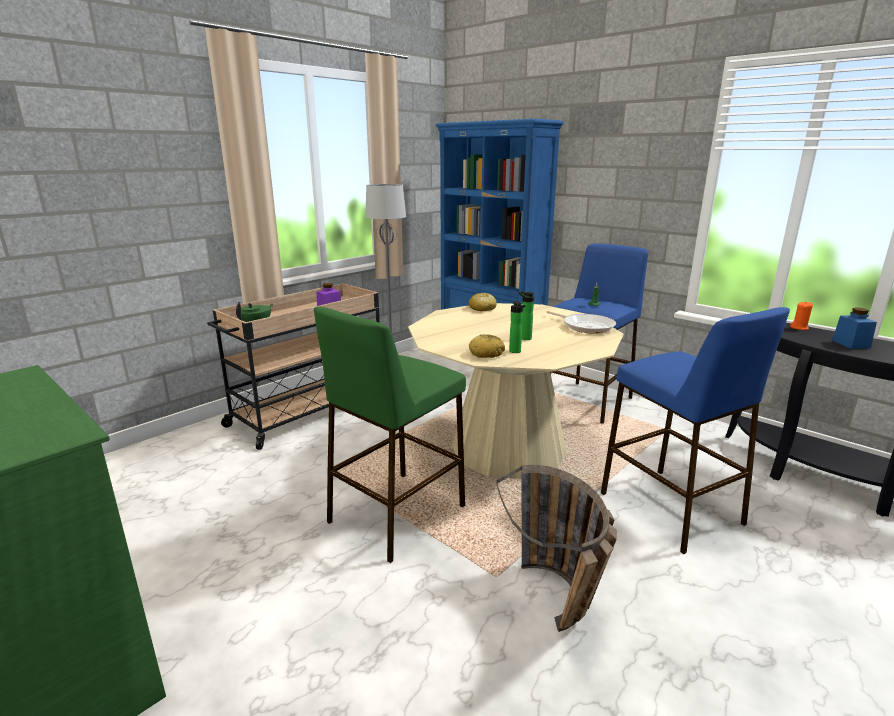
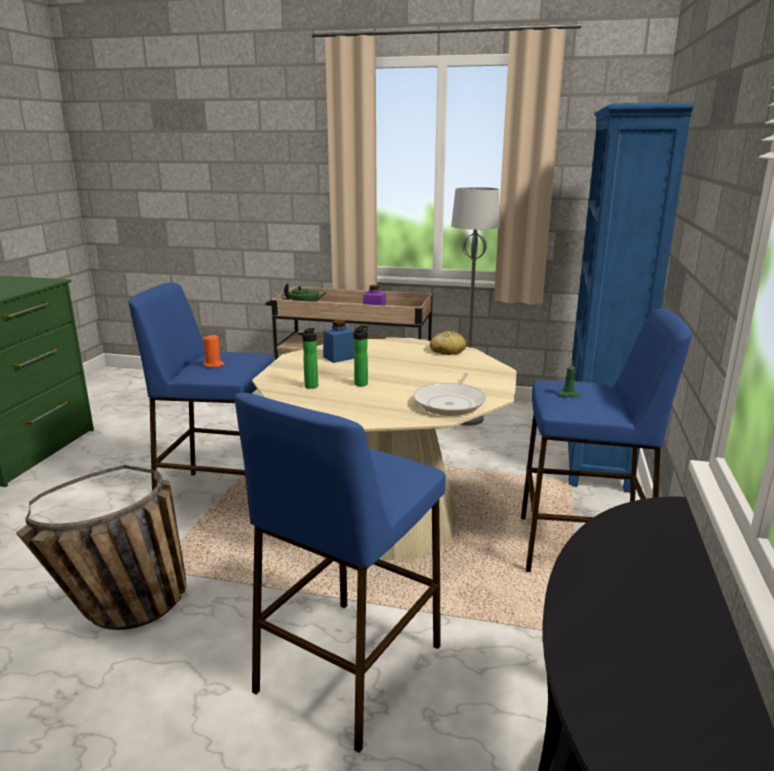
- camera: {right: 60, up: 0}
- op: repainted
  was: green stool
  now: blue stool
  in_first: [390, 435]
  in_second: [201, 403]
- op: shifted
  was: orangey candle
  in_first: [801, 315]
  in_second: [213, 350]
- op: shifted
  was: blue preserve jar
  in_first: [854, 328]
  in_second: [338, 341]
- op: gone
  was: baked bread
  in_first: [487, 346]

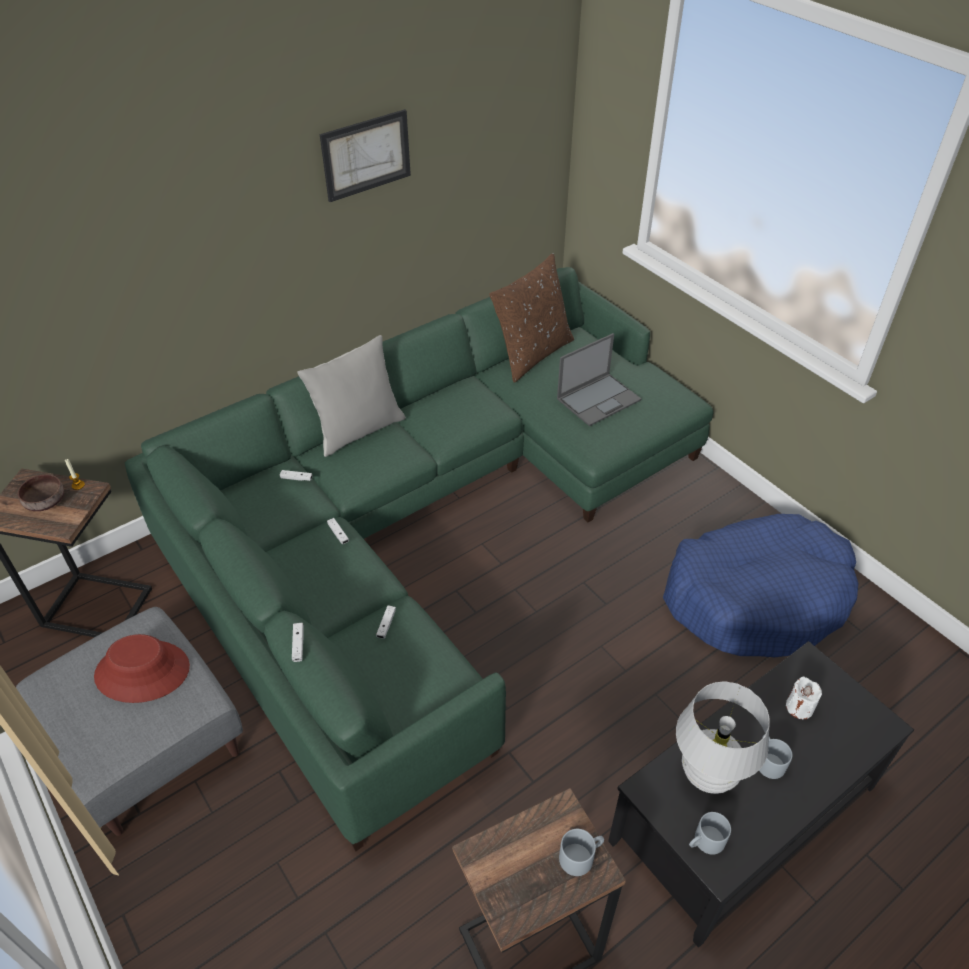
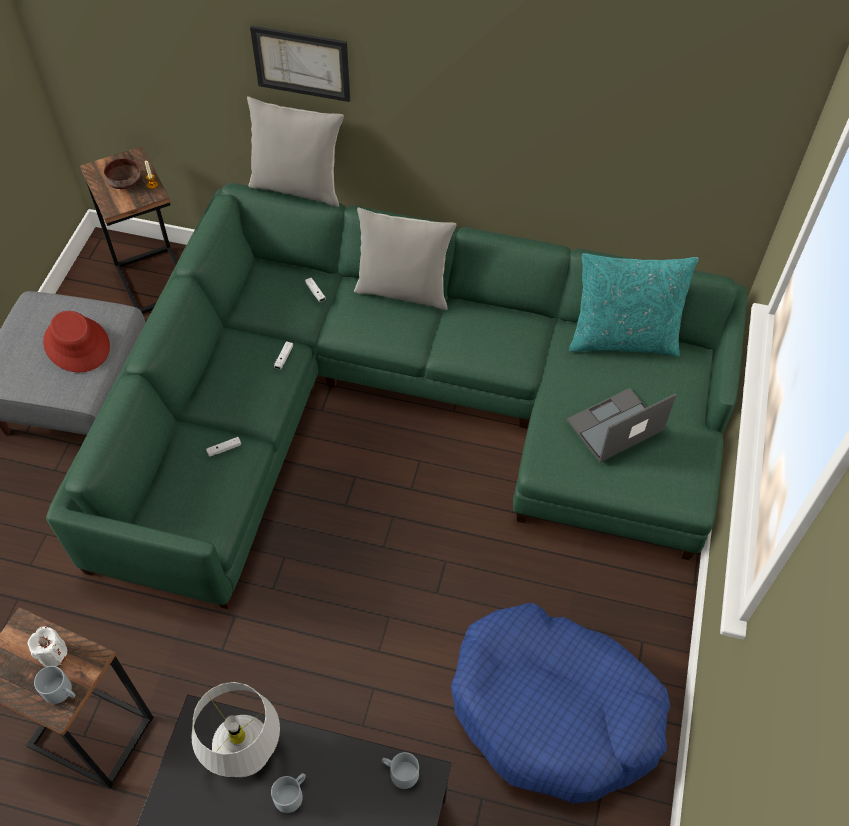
- camera: {right: 50, up: 10}
- op: shifted
  was: white candle
  in_first: [804, 698]
  in_second: [47, 646]
- op: new
  now: greyish cushion
  in_second: [295, 151]
- op: shifted
  was: picture
  in_first: [365, 155]
  in_second: [300, 64]
- op: shifted
  was: greyish coffee mug
  in_first: [710, 833]
  in_second: [400, 770]
- op: rotated
  was: notebook computer
  in_first: [599, 379]
  in_second: [621, 425]
  clockwise: 135
- op: repainted
  was: brown cushion
  now: turquoise cushion
  in_first: [531, 318]
  in_second: [634, 305]
- op: gone
  was: white game controller
  in_first: [298, 642]

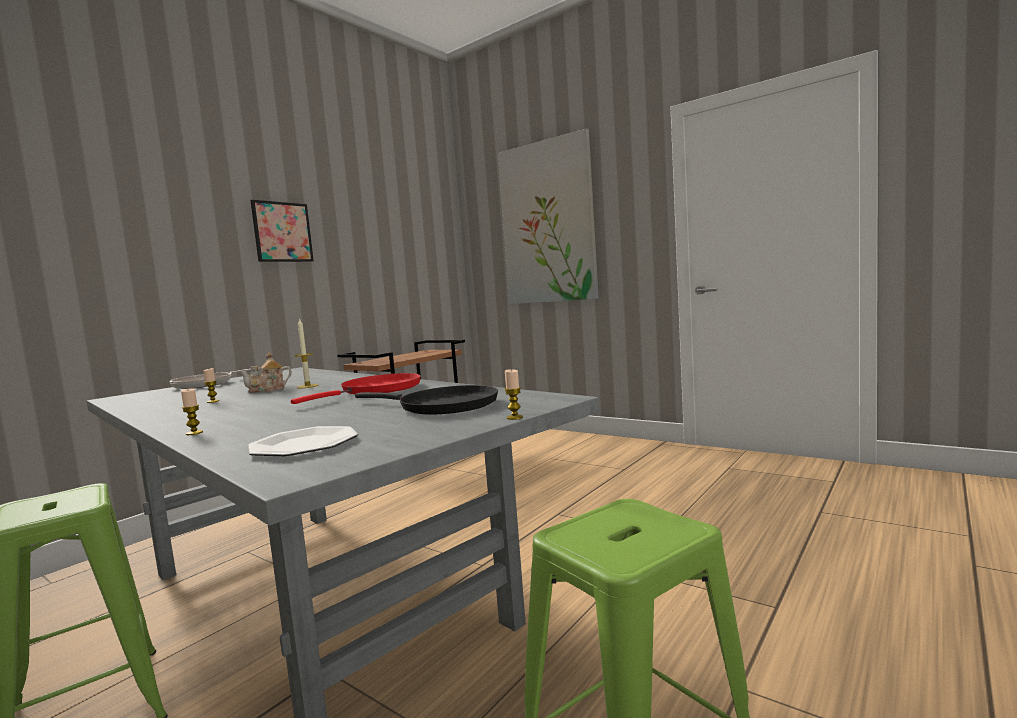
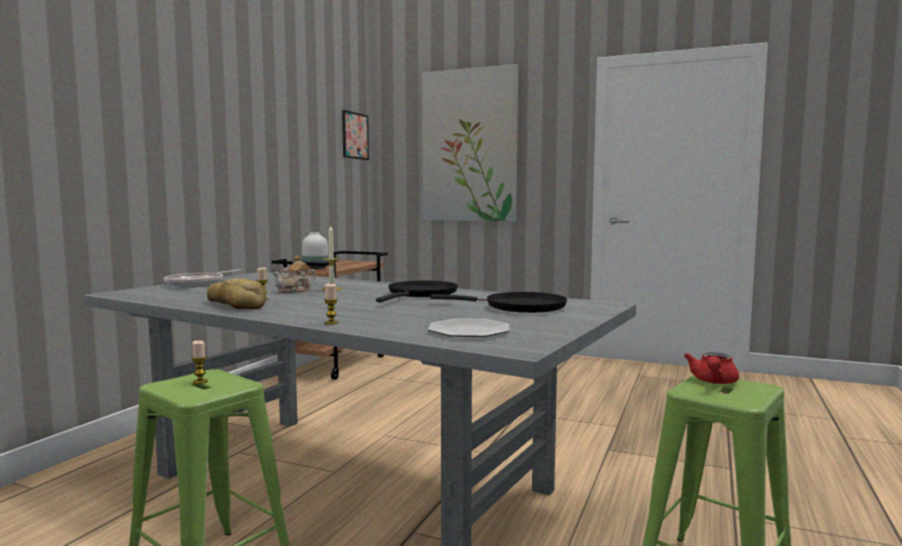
- camera: {right: -15, up: 0}
- op: shifted
  was: candle
  in_first: [514, 394]
  in_second: [199, 362]
- op: new
  now: baked bread
  in_second: [236, 293]
- op: new
  now: white vase
  in_second: [315, 250]
- op: shifted
  was: picture
  in_first: [282, 231]
  in_second: [355, 135]
- op: repainted
  was: red frying pan
  now: blackish frying pan
  in_first: [356, 388]
  in_second: [417, 291]
- op: new
  now: red pot for tea
  in_second: [711, 368]

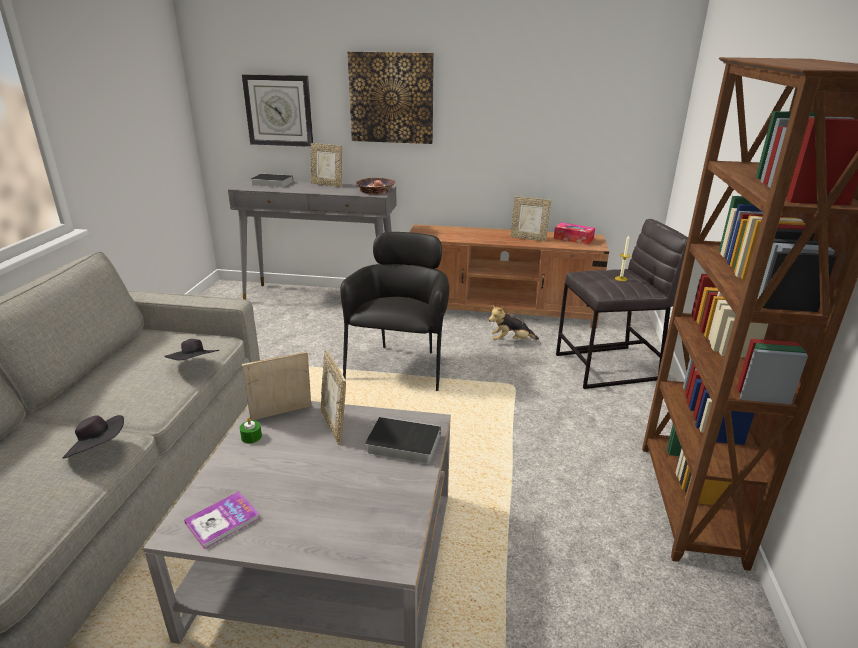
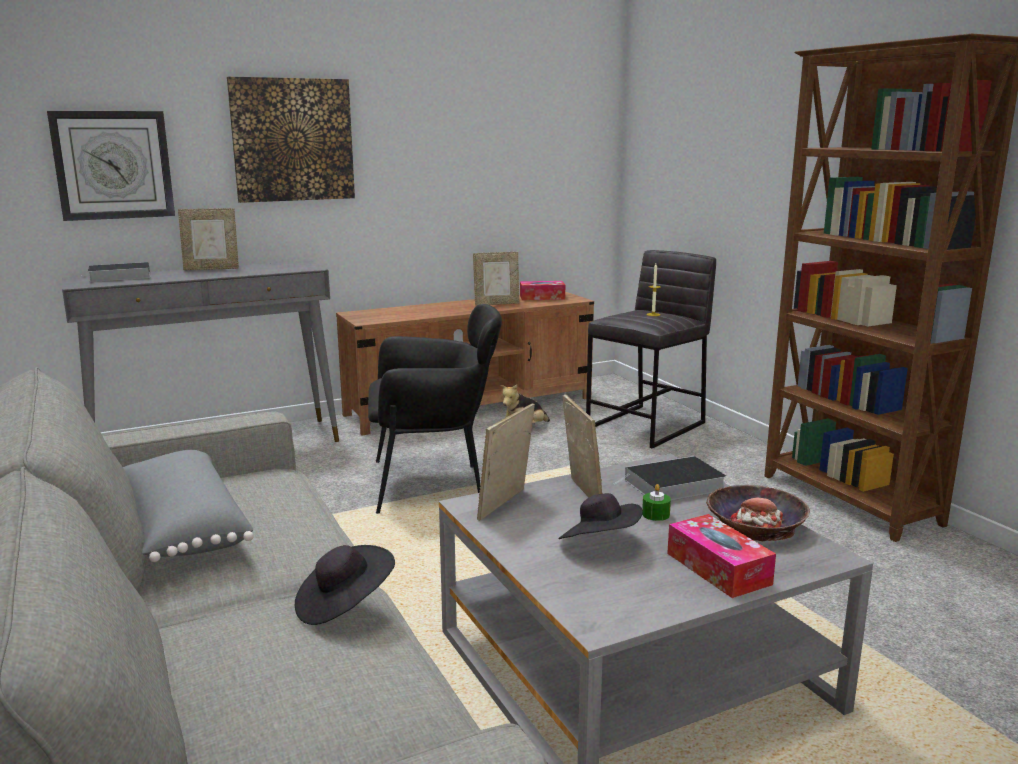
- camera: {right: -35, up: -10}
- op: new
  now: greyish cushion
  in_second: [188, 506]
- op: rotated
  was: blackish armchair
  in_first: [394, 311]
  in_second: [435, 409]
  clockwise: 105
- op: shifted
  was: blackish clothing hat
  in_first: [191, 349]
  in_second: [600, 516]
- op: rotated
  was: standing frame
  in_first: [333, 397]
  in_second: [583, 446]
  clockwise: -135
- op: shifted
  was: green candle
  in_first: [250, 430]
  in_second: [656, 502]
- op: new
  now: tissue box
  in_second: [721, 556]
- op: shifted
  was: deep dish
  in_first: [375, 186]
  in_second: [758, 513]
- op: gone
  was: volume
  in_first: [222, 520]

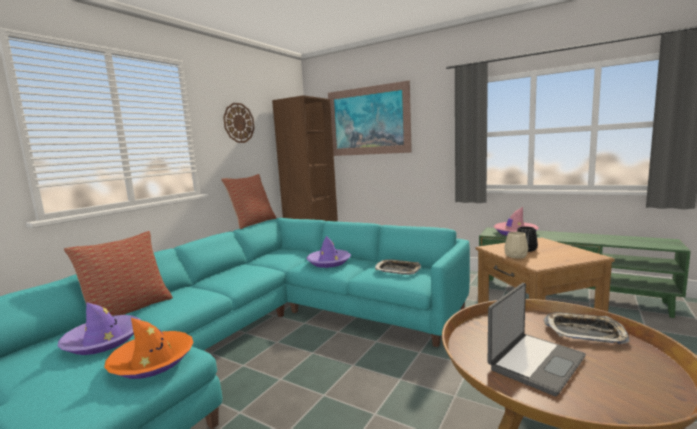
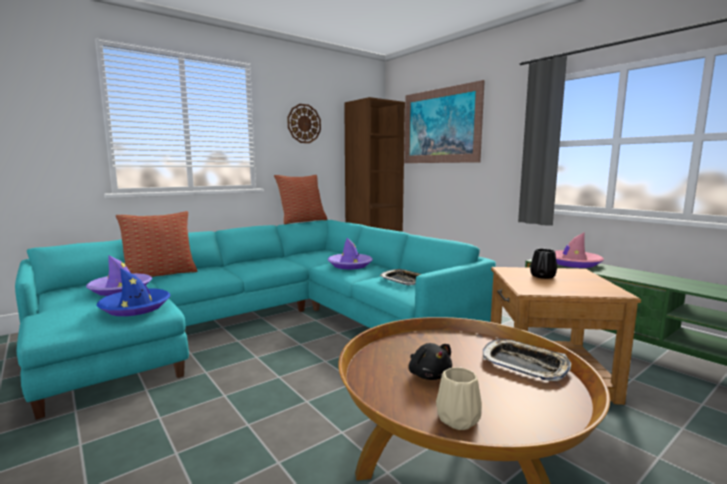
- camera: {right: 20, up: 0}
- op: repainted
  was: orangey clothing hat
  now: blue clothing hat
  in_first: [149, 348]
  in_second: [134, 292]
- op: swapped
  was: notebook computer
  now: blackish plush toy
  in_first: [537, 339]
  in_second: [430, 361]
- op: shifted
  was: beige-coloured vase
  in_first: [516, 245]
  in_second: [459, 398]

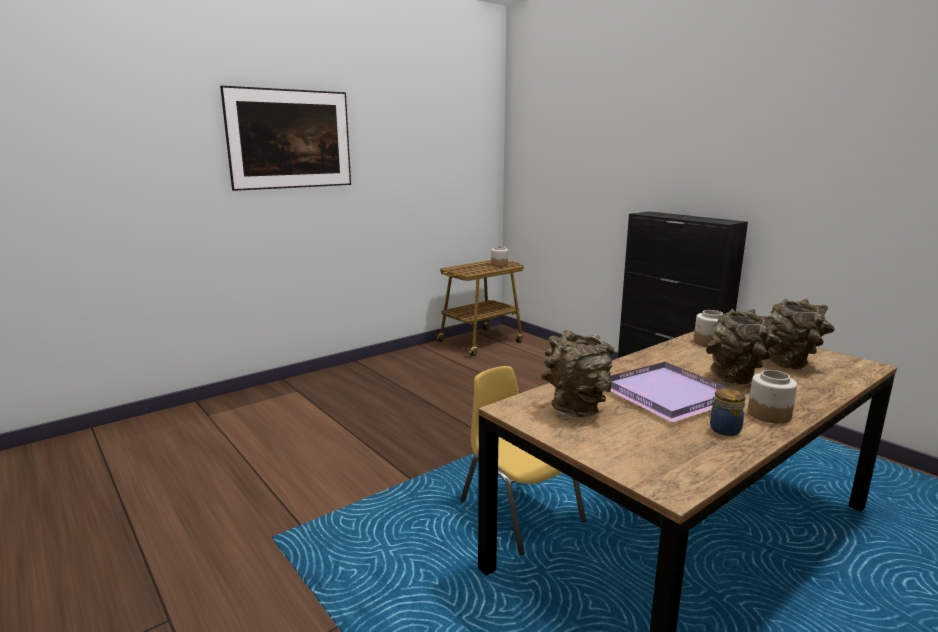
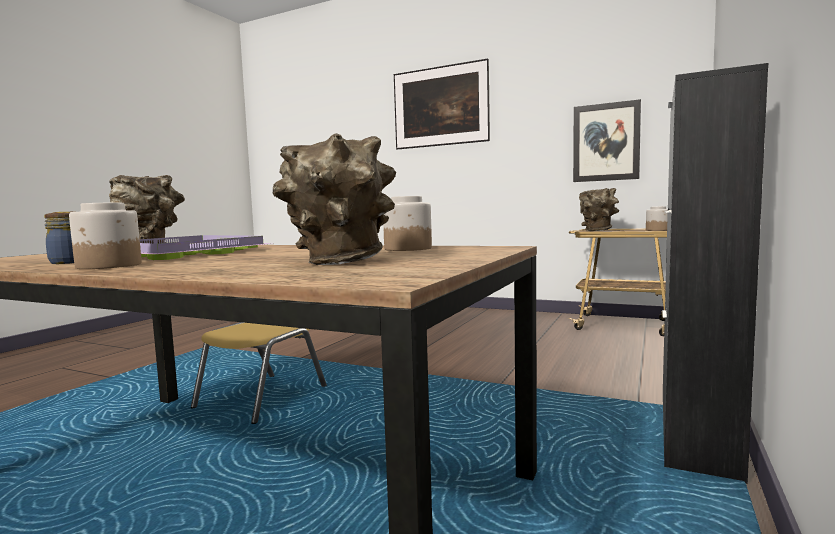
- camera: {right: 65, up: -10}
- op: new
  now: picture
  in_second: [607, 140]
- op: shifted
  was: brown vase
  in_first: [743, 347]
  in_second: [599, 209]

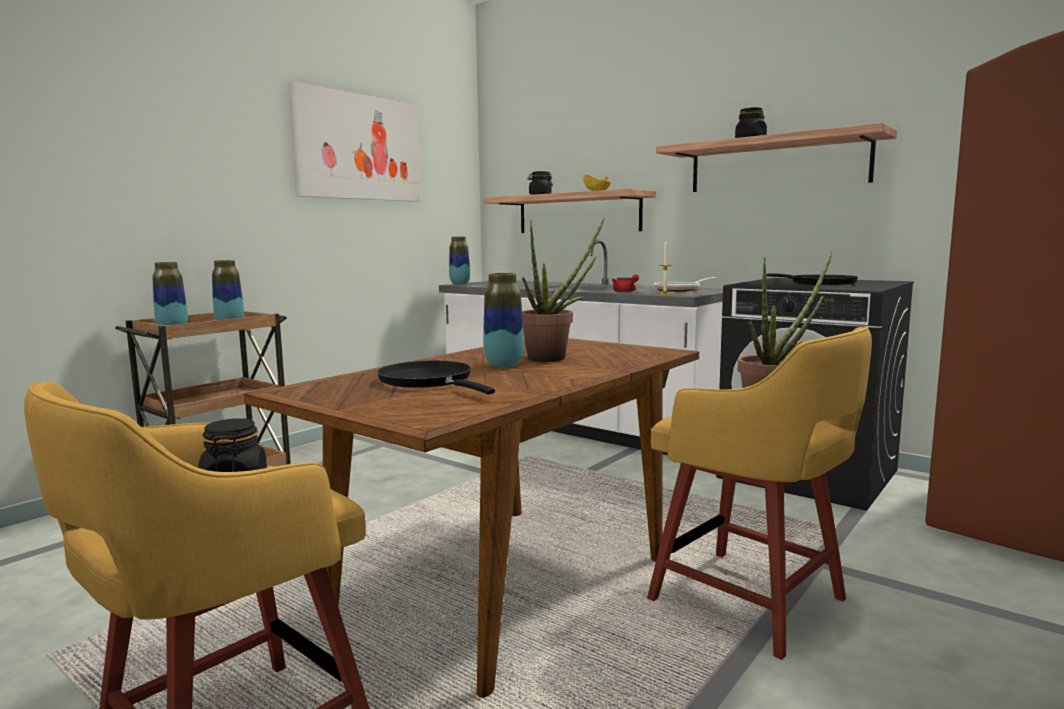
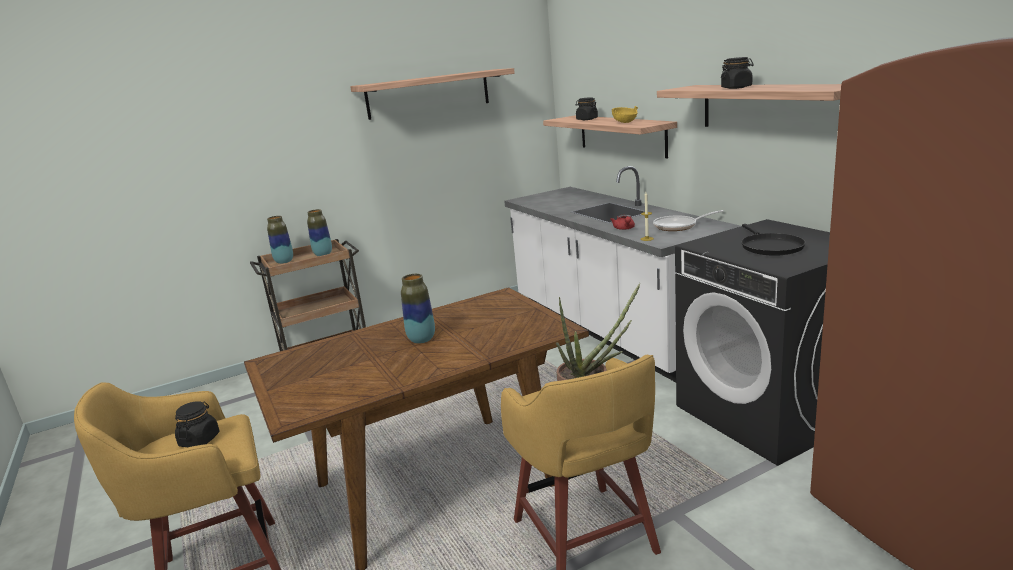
- camera: {right: 25, up: 10}
- op: swapped
  was: picture
  now: wall shelf
  in_first: [354, 141]
  in_second: [432, 94]
- op: gone
  was: blackish frying pan
  in_first: [436, 377]
- op: gone
  was: vase
  in_first: [459, 260]
- op: gone
  was: plant in a pot
  in_first: [563, 289]

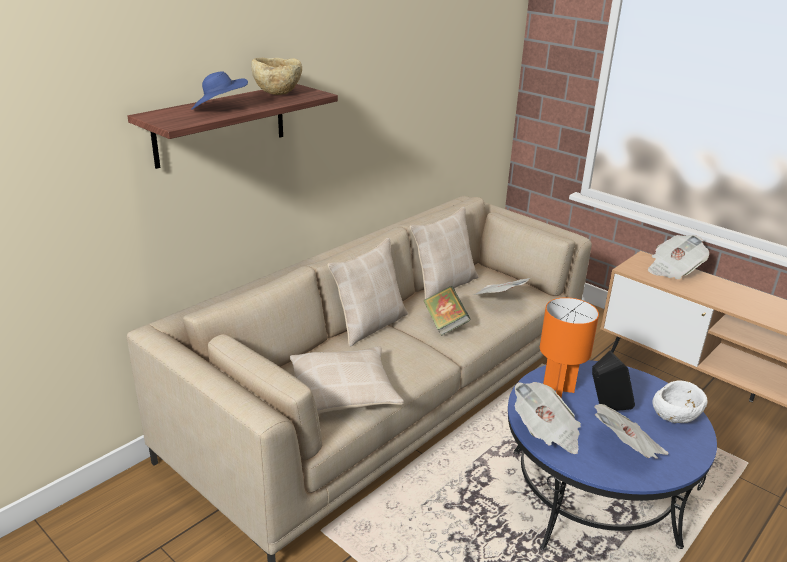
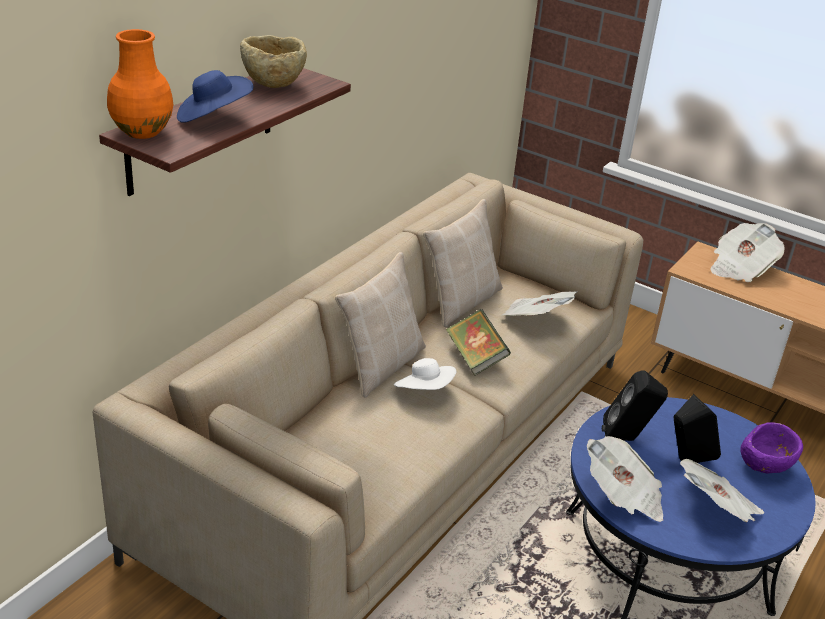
- camera: {right: -10, up: 5}
- op: new
  now: orangey vase
  in_second: [140, 84]
- op: new
  now: white clothing hat
  in_second: [425, 374]
- op: swapped
  was: orangey lamp for a table
  now: blackish speaker
  in_first: [569, 348]
  in_second: [635, 406]
- op: repainted
  was: white deep dish
  now: purple deep dish
  in_first: [680, 401]
  in_second: [771, 448]
- op: gone
  was: beige-coloured cushion
  in_first: [347, 380]

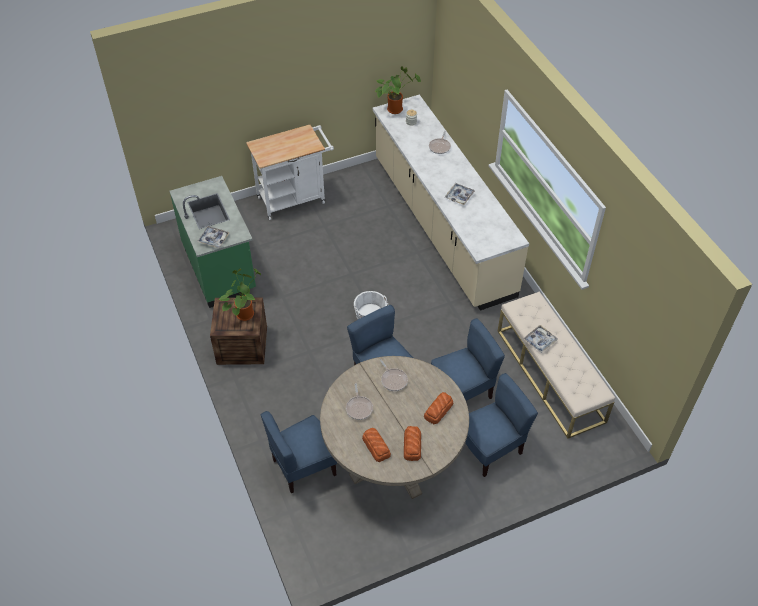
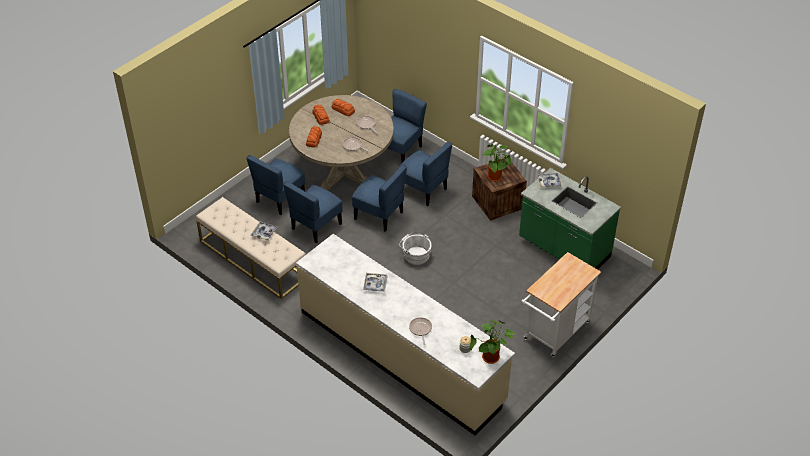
- camera: {right: 155, up: -5}
- op: new
  now: blue chair
  in_second: [425, 174]

